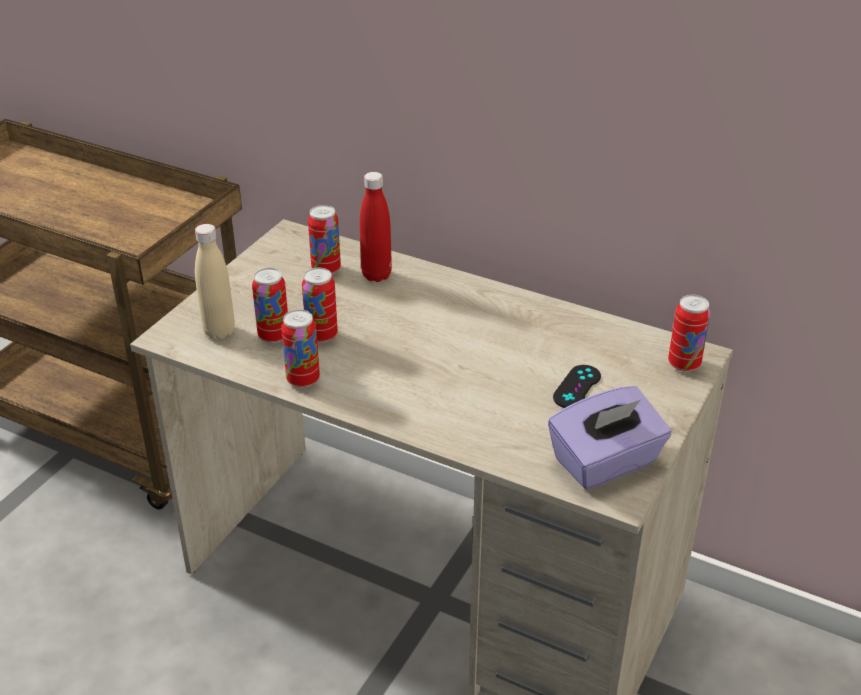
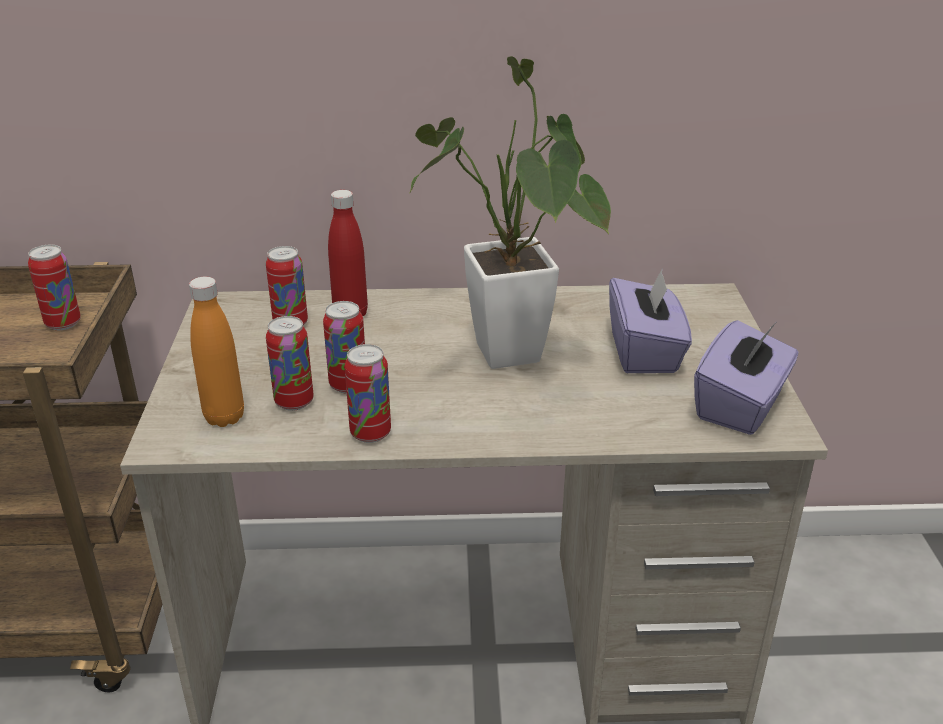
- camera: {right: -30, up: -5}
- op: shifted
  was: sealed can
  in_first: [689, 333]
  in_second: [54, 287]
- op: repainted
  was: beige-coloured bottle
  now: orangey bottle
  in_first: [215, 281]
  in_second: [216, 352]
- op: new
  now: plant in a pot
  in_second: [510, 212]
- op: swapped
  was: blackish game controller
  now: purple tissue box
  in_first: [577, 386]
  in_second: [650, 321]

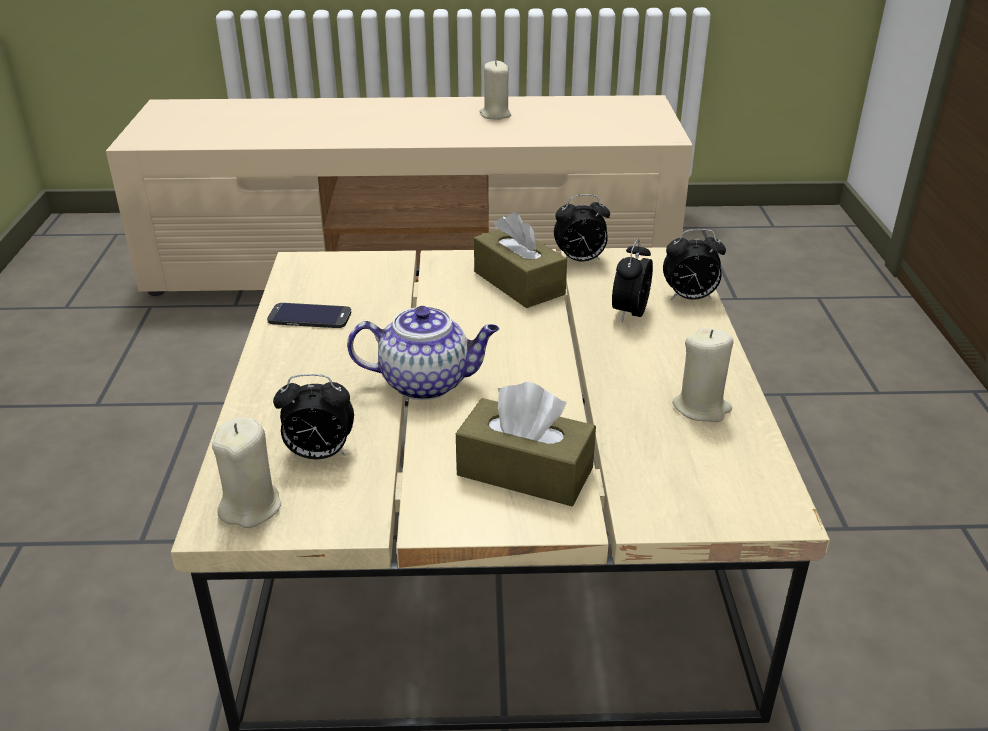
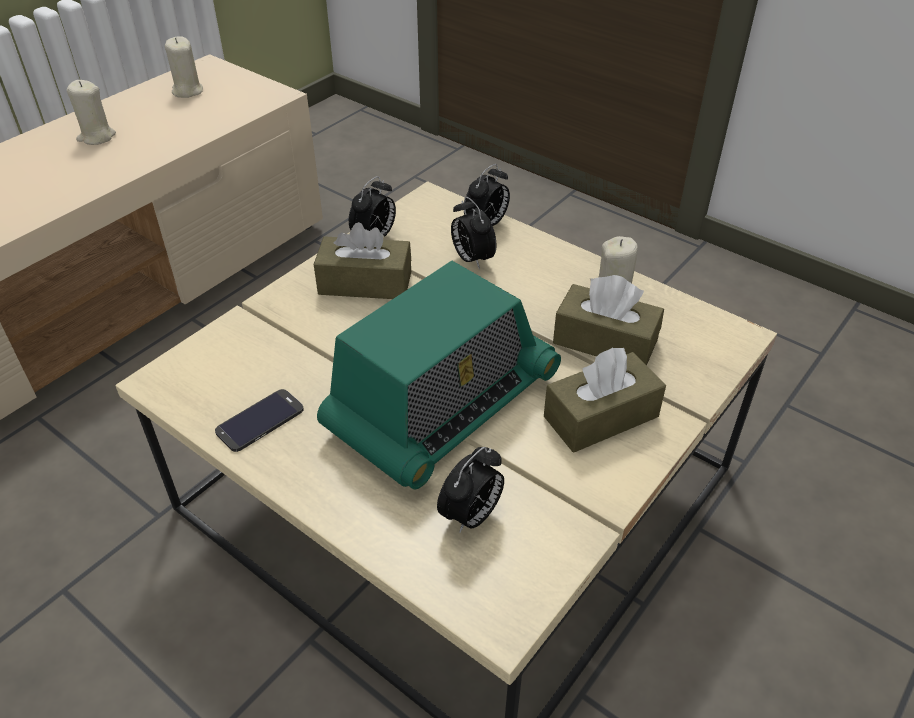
- camera: {right: -50, up: 10}
- op: shifted
  was: beige-coloured candle
  in_first: [246, 472]
  in_second: [184, 67]
- op: swapped
  was: pot for tea
  now: radio
  in_first: [423, 353]
  in_second: [439, 375]
- op: new
  now: brown tissue box
  in_second: [608, 320]

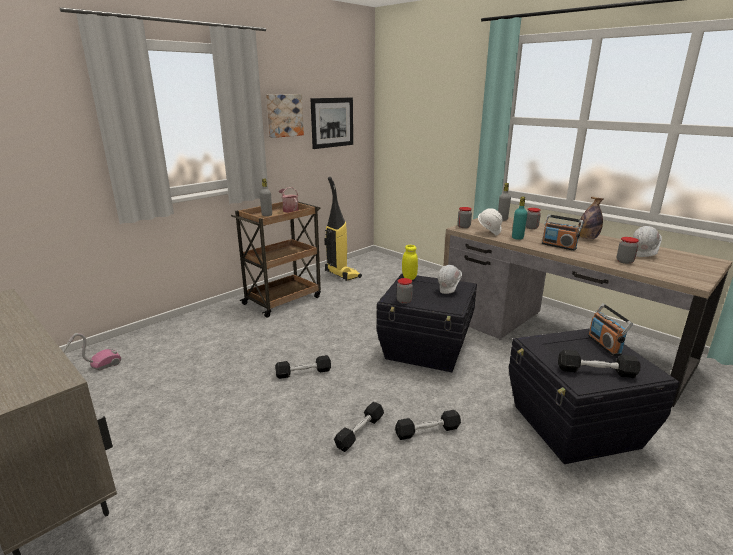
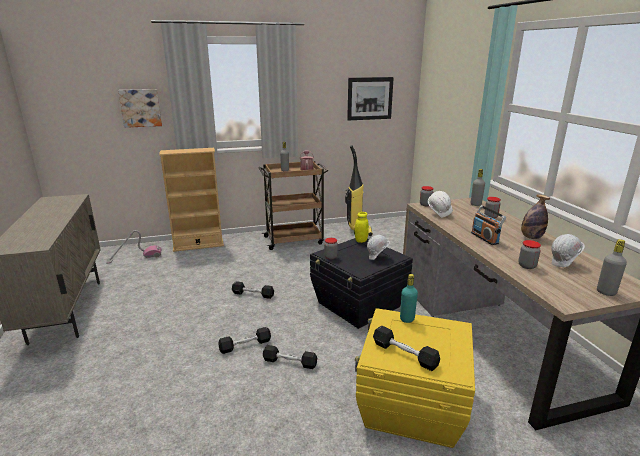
- camera: {right: 30, up: 0}
- op: shifted
  was: picture
  in_first: [285, 116]
  in_second: [140, 108]
- op: new
  now: beige-coloured shelving unit
  in_second: [191, 200]
- op: repainted
  was: blackish storage box
  now: yellowish storage box
  in_first: [594, 396]
  in_second: [415, 378]
- op: shifted
  was: turquoise bottle
  in_first: [519, 218]
  in_second: [409, 298]
- op: new
  now: greyish bottle
  in_second: [612, 267]
- op: gone
  was: radio
  in_first: [610, 329]

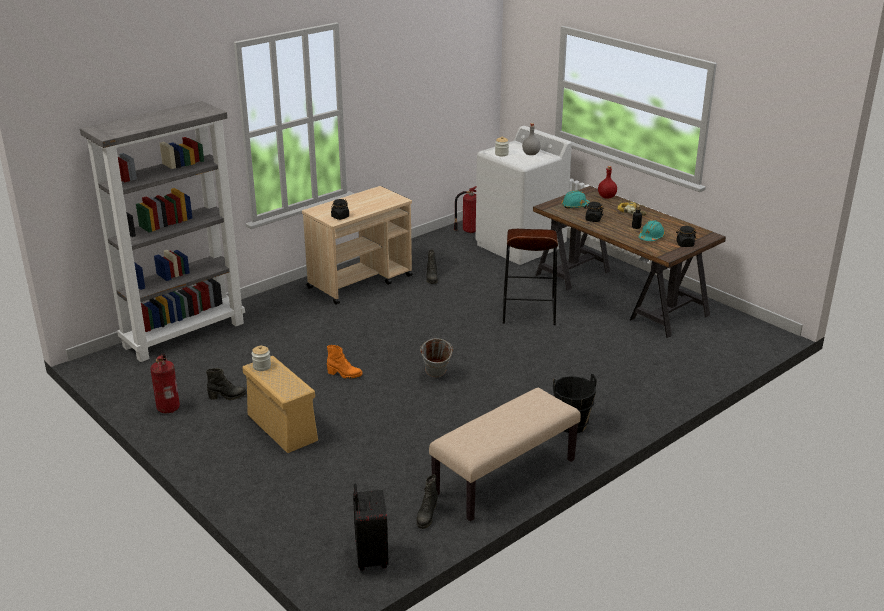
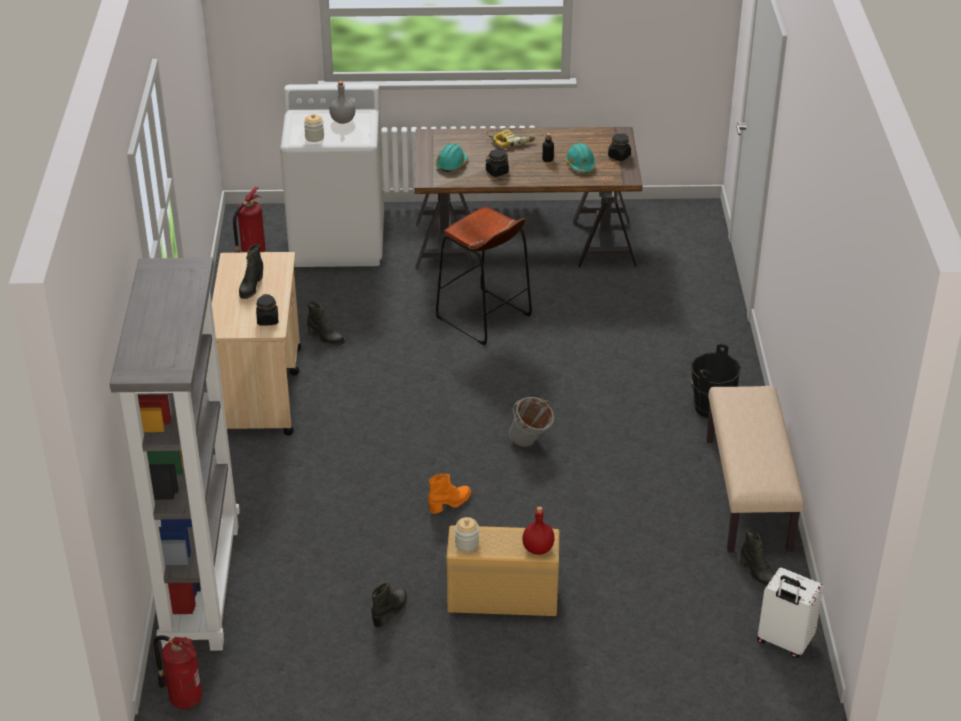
- camera: {right: -50, up: 10}
- op: shifted
  was: fire extinguisher
  in_first: [165, 383]
  in_second: [178, 672]
- op: new
  now: blackish high-top boot
  in_second: [251, 271]
- op: shifted
  was: red bottle
  in_first: [607, 182]
  in_second: [538, 530]
- op: repainted
  was: blackish piece of luggage
  now: white piece of luggage
  in_first: [371, 527]
  in_second: [790, 612]

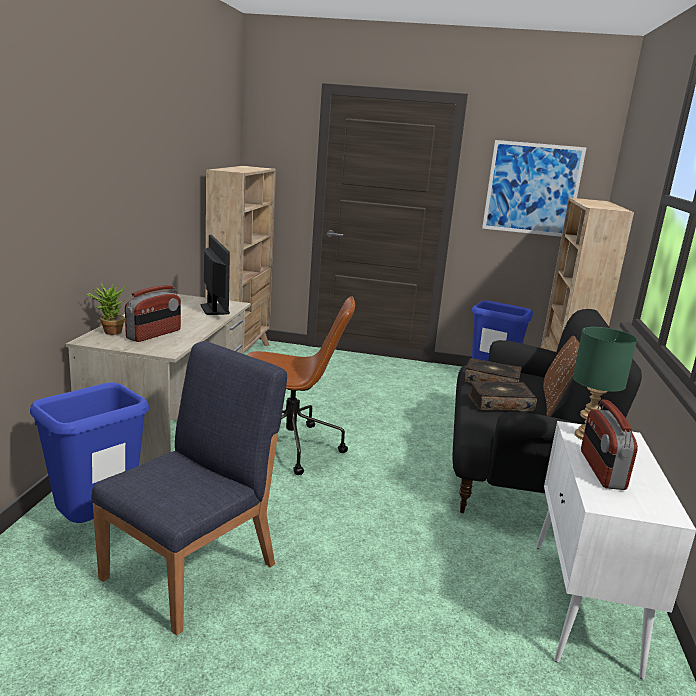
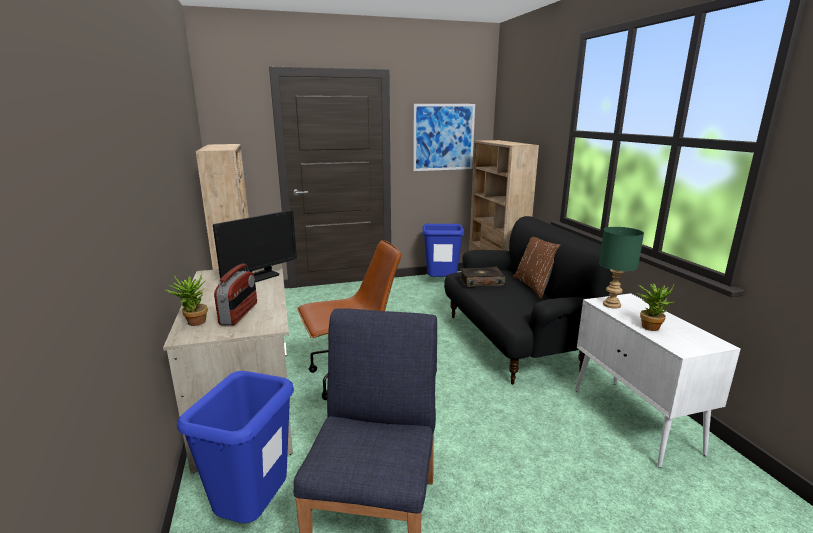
- camera: {right: -25, up: 0}
- op: rotated
  was: computer display
  in_first: [215, 275]
  in_second: [255, 246]
  clockwise: 90
- op: swapped
  was: radio
  now: plant in a pot
  in_first: [609, 444]
  in_second: [655, 307]
- op: gone
  was: volume
  in_first: [502, 396]

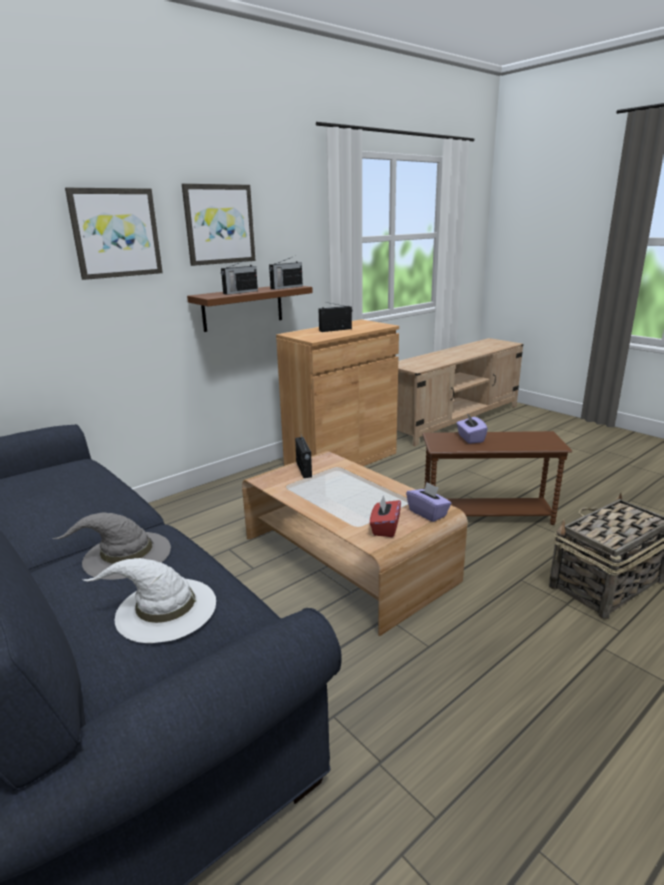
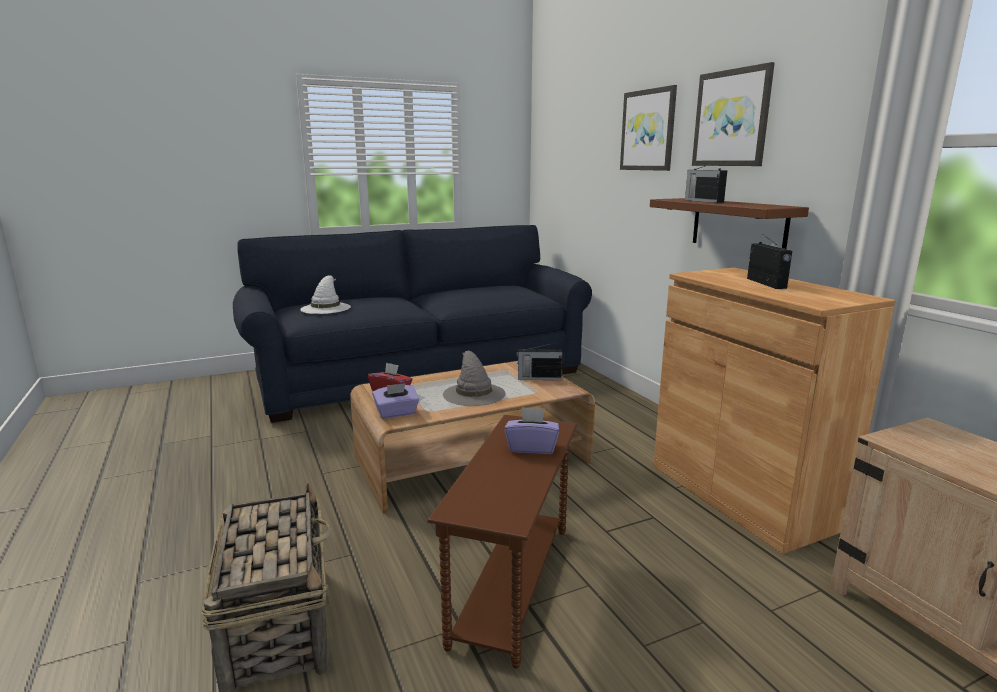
- camera: {right: 105, up: -5}
- op: shifted
  was: greyish clothing hat
  in_first: [111, 546]
  in_second: [474, 378]
- op: gone
  was: radio
  in_first: [286, 273]

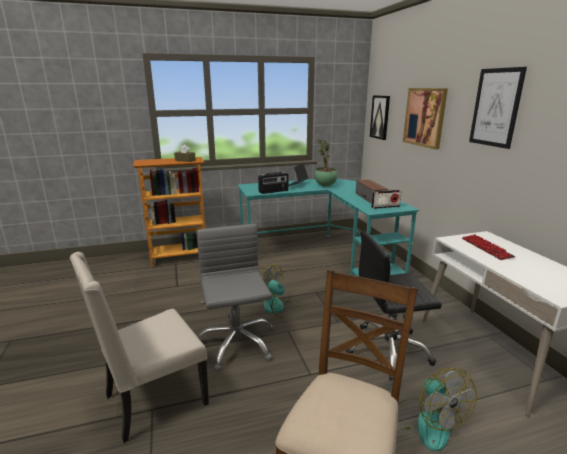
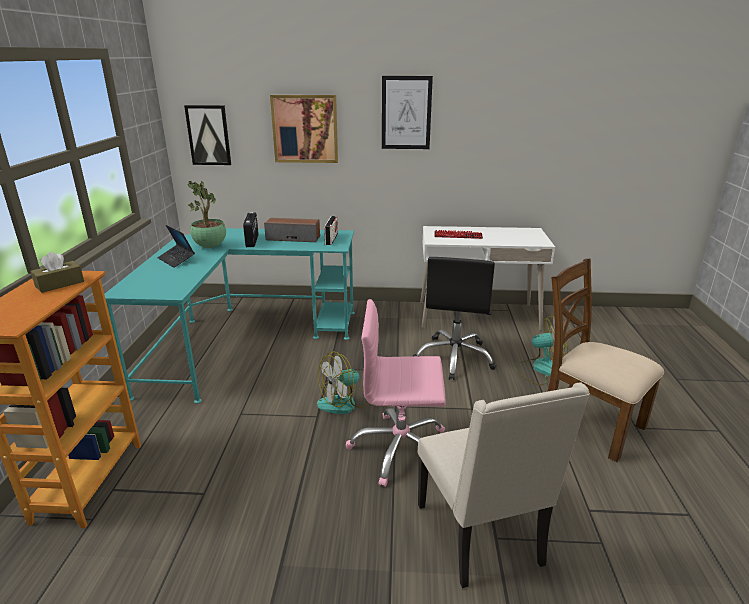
- camera: {right: -70, up: 5}
- op: shifted
  was: radio
  in_first: [273, 183]
  in_second: [250, 229]
- op: repainted
  was: greyish desk chair
  now: pink desk chair
  in_first: [235, 298]
  in_second: [396, 393]

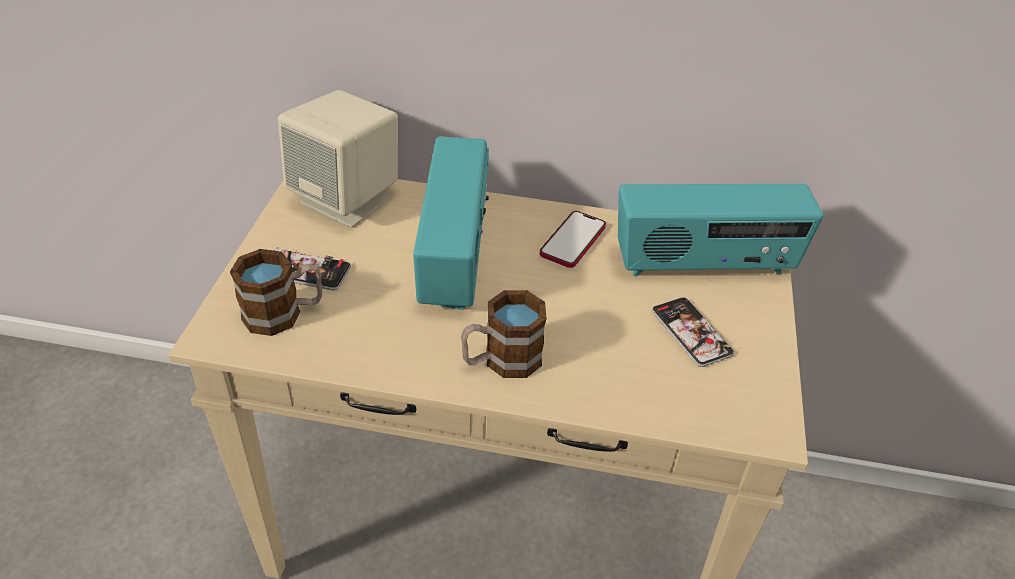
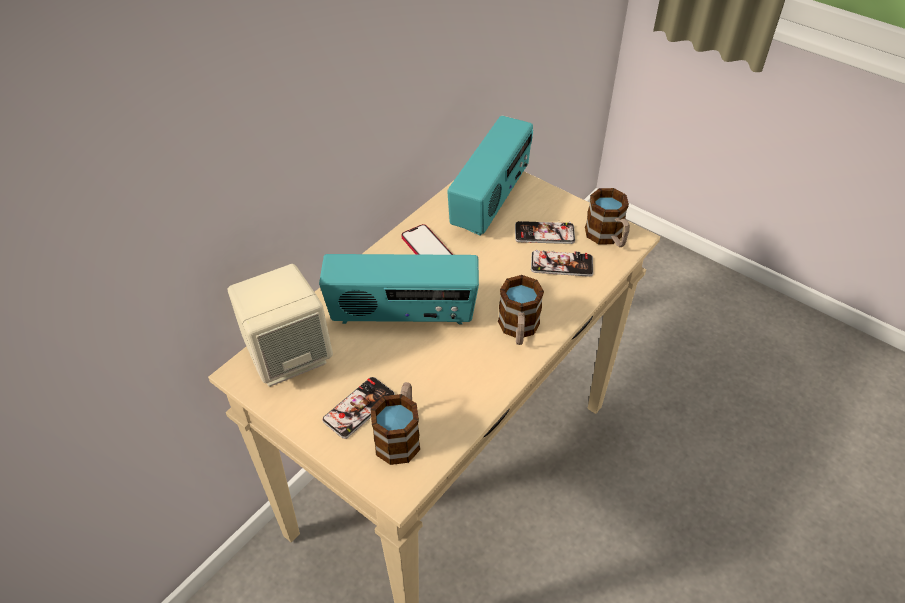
- camera: {right: -60, up: 5}
- op: rotated
  was: radio
  in_first: [451, 223]
  in_second: [399, 289]
  clockwise: 150
- op: new
  now: phone
  in_second: [562, 263]
- op: new
  now: coffee mug
  in_second: [607, 217]

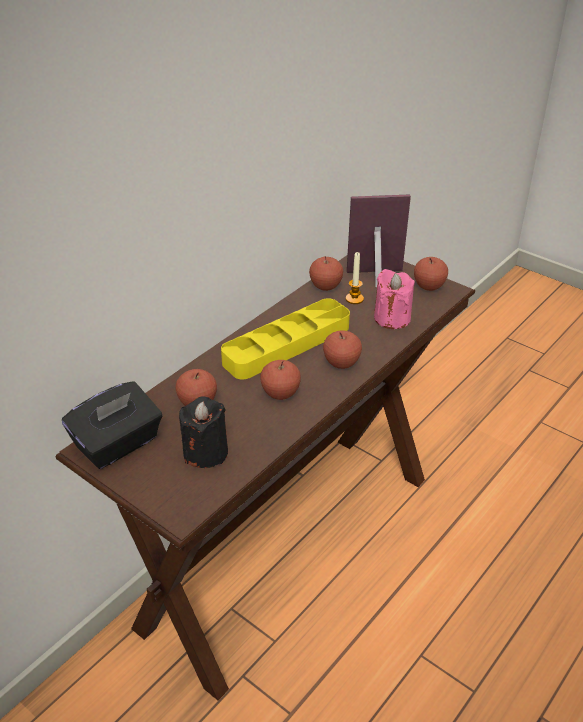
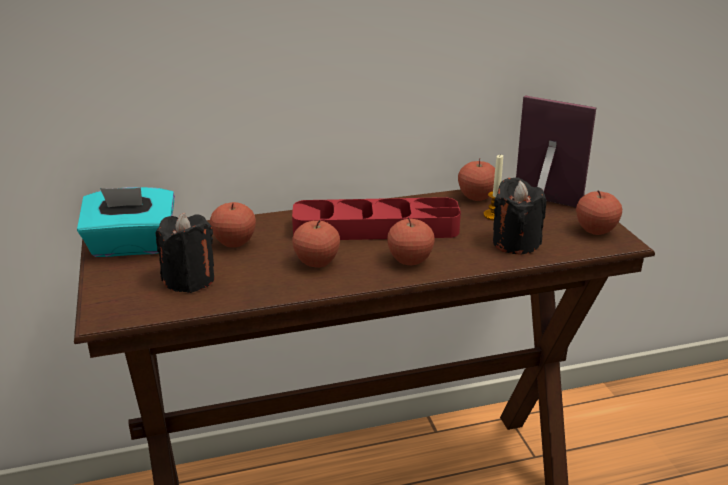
- camera: {right: 35, up: -10}
- op: repainted
  was: blackish tissue box
  now: turquoise tissue box
  in_first: [112, 425]
  in_second: [126, 222]
- op: repainted
  was: yellowish tray
  now: red tray
  in_first: [285, 338]
  in_second: [376, 218]
- op: repainted
  was: pink candle
  now: blackish candle
  in_first: [394, 299]
  in_second: [519, 216]

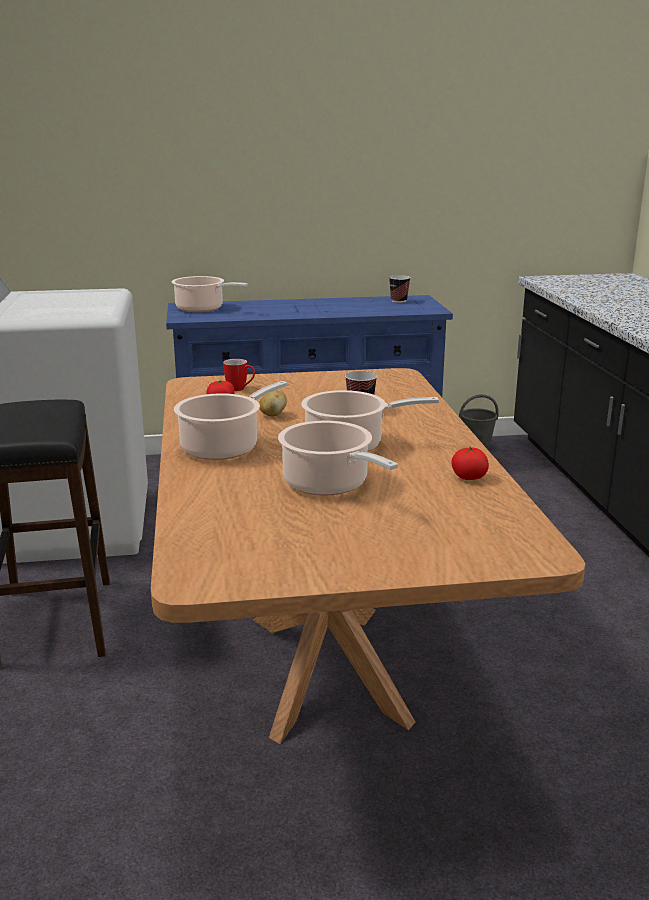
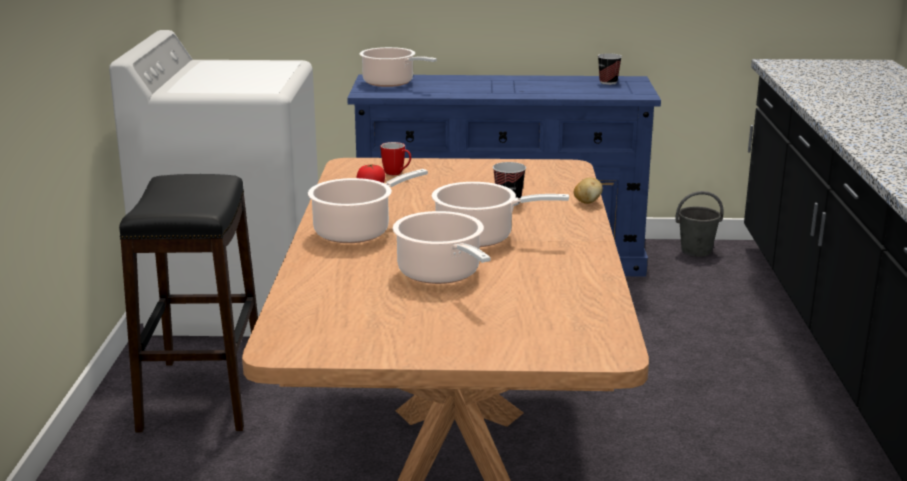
- camera: {right: 10, up: 0}
- op: shifted
  was: whole potato
  in_first: [273, 403]
  in_second: [588, 190]
- op: gone
  was: fresh tomato
  in_first: [470, 463]

